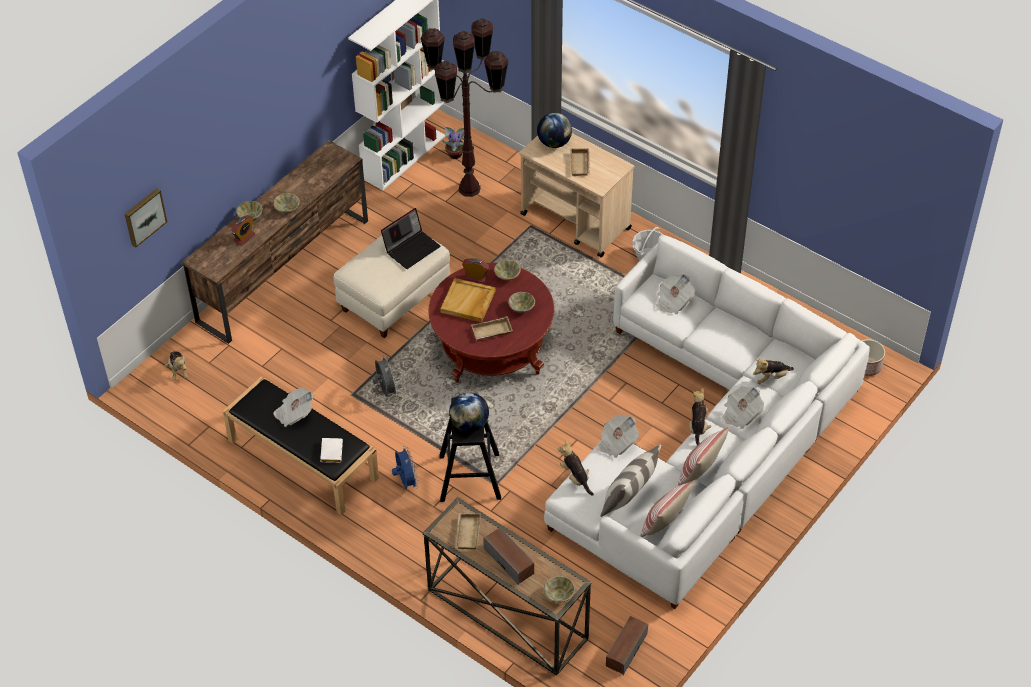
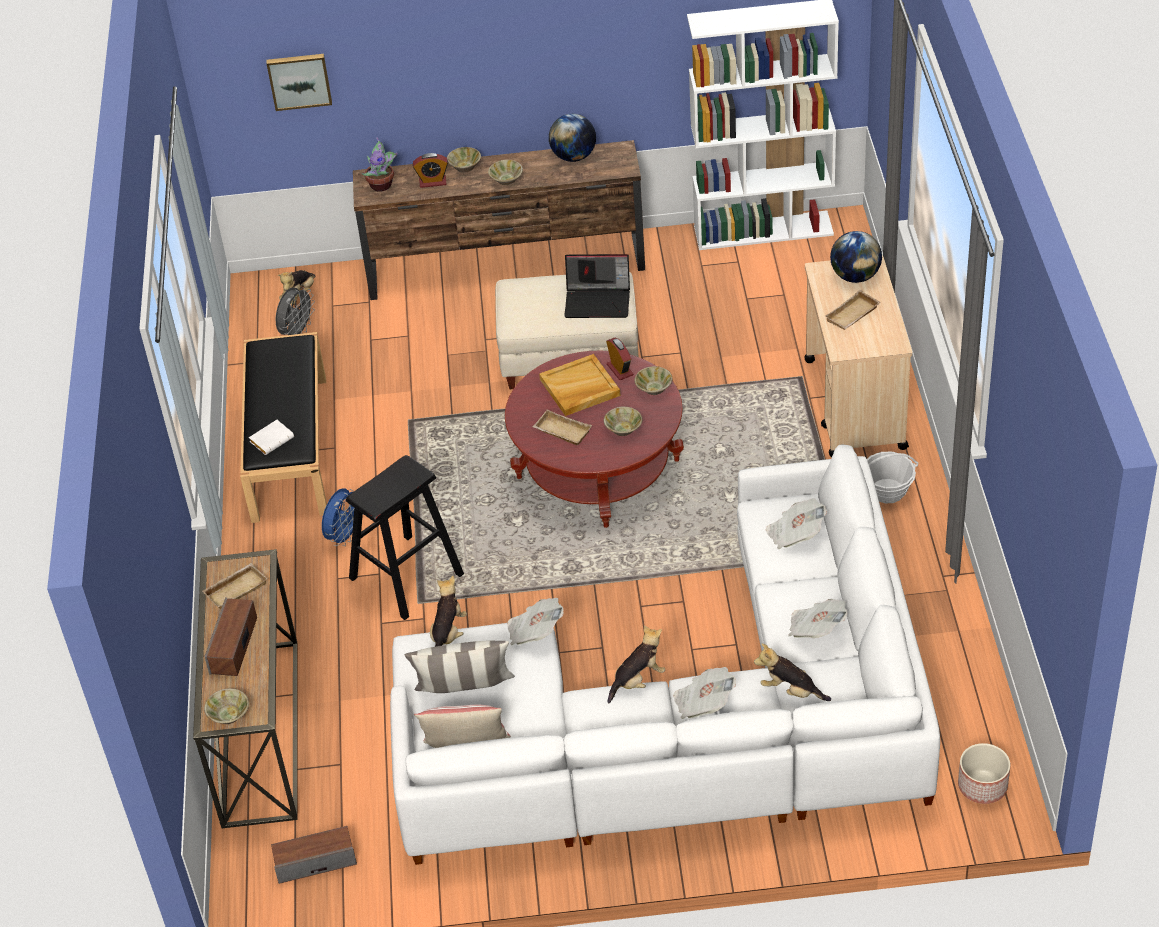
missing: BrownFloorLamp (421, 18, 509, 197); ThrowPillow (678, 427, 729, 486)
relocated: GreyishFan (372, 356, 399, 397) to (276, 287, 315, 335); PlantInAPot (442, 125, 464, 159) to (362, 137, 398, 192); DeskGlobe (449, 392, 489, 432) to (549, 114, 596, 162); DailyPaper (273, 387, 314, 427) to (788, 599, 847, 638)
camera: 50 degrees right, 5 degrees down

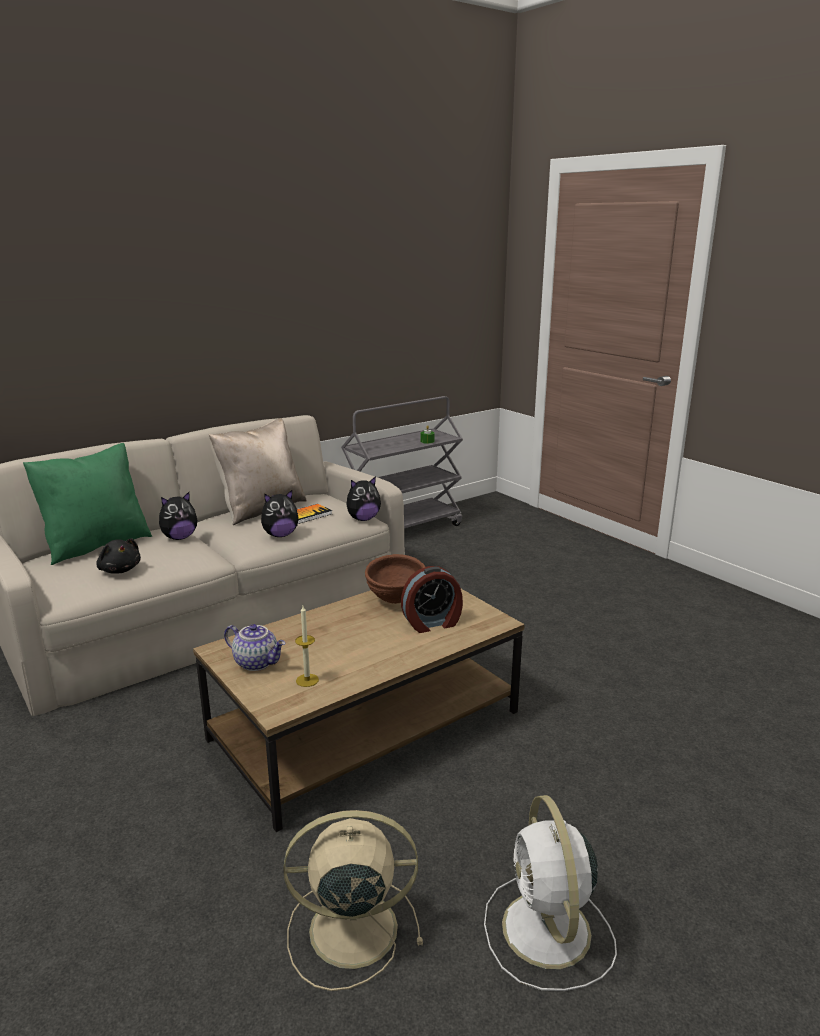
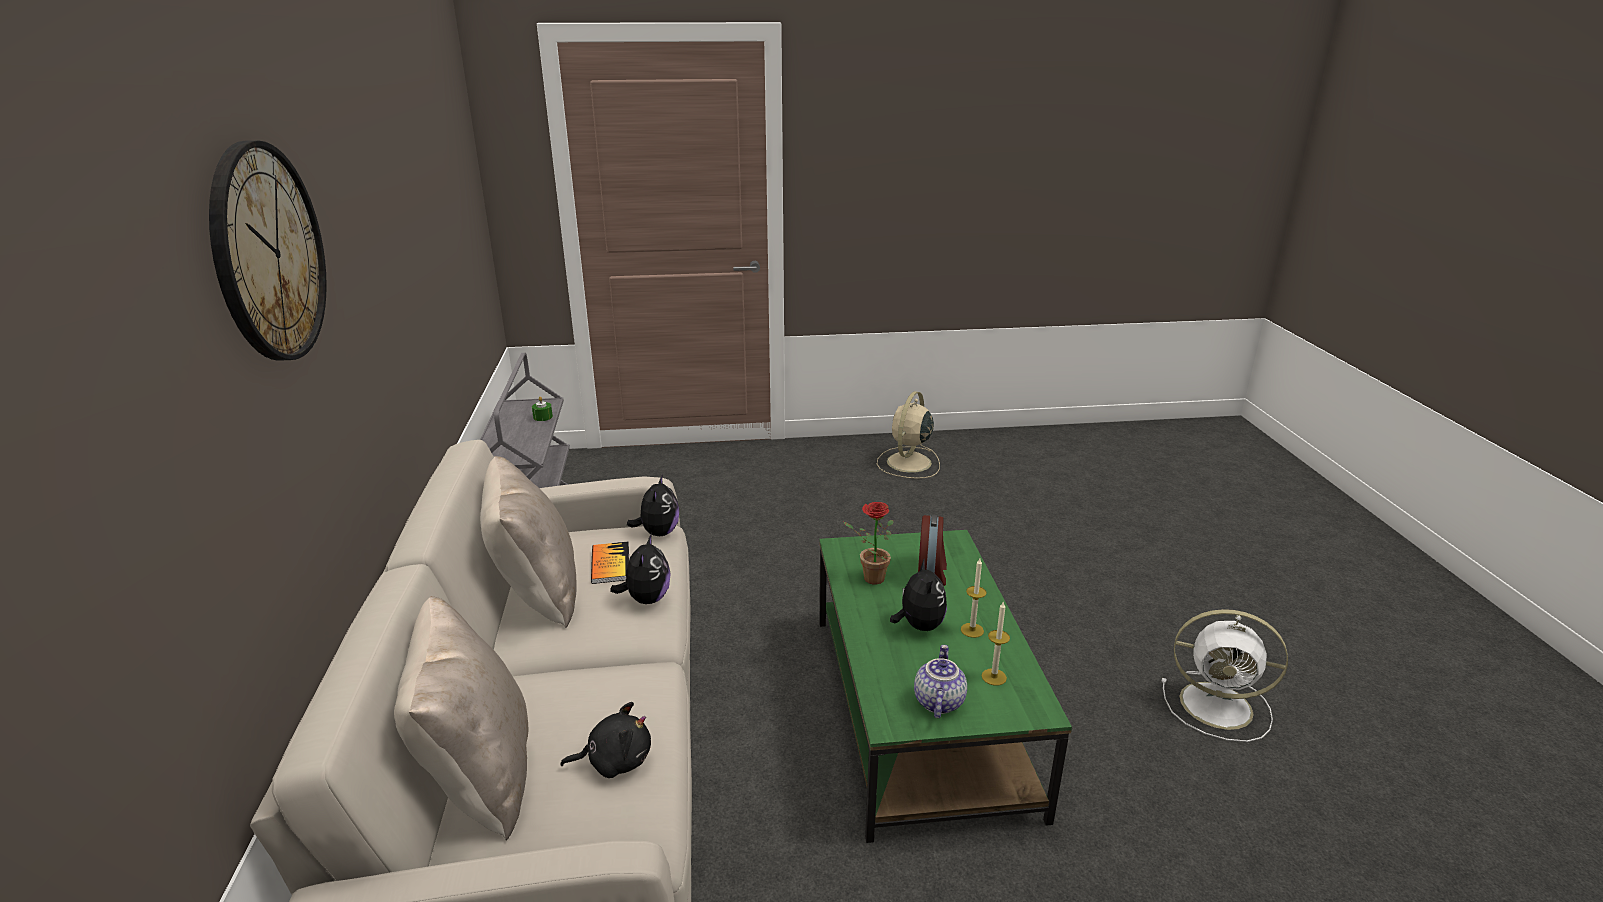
appeared: ClockOnTheWall (209, 140, 327, 361); WaxCandle (961, 559, 987, 638)
relocated: BeigeColouredFan (283, 810, 423, 991) to (877, 391, 940, 479); CuddlyToy (159, 492, 197, 540) to (890, 558, 947, 631)
exchanged: BrownBowl (365, 554, 425, 604) to PlantInAPot (844, 502, 893, 584)
colour: GreenColouredThrowPillow (23, 443, 152, 565) to BeigeColouredThrowPillow (394, 596, 529, 841); BrownLoungeTable (193, 589, 524, 832) to GreenColouredLoungeTable (819, 530, 1072, 843)
spun: PotForTea (224, 624, 285, 671) = (914, 645, 967, 718) 45 degrees counterclockwise
camera: 60 degrees left, 5 degrees up

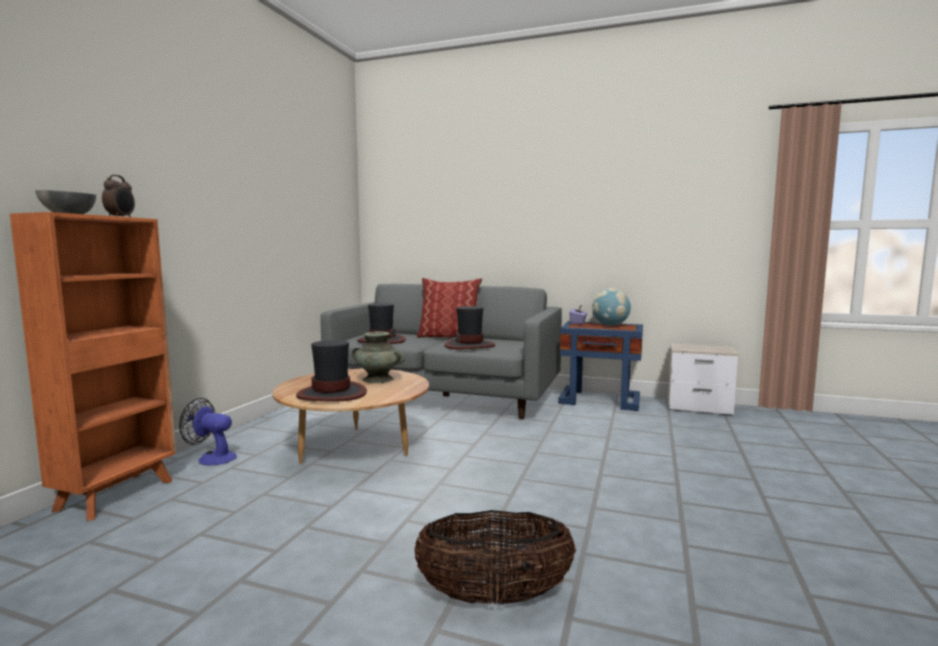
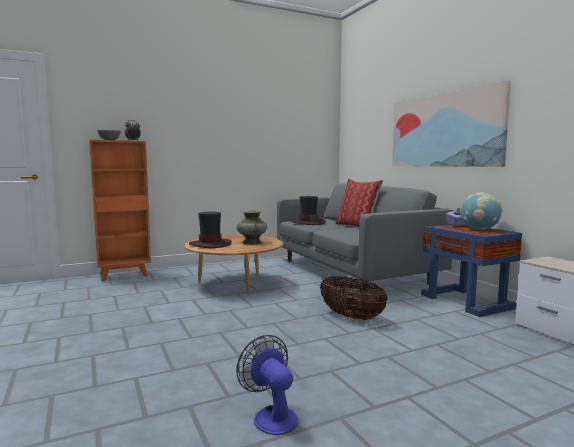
missing: WearableHat (445, 306, 495, 349)
appeared: WallArt (392, 81, 511, 167)
relocated: Fan (179, 398, 237, 465) to (236, 335, 299, 435); HouseholdBasket (414, 510, 576, 605) to (320, 276, 387, 320)
camera: 45 degrees right, 0 degrees up

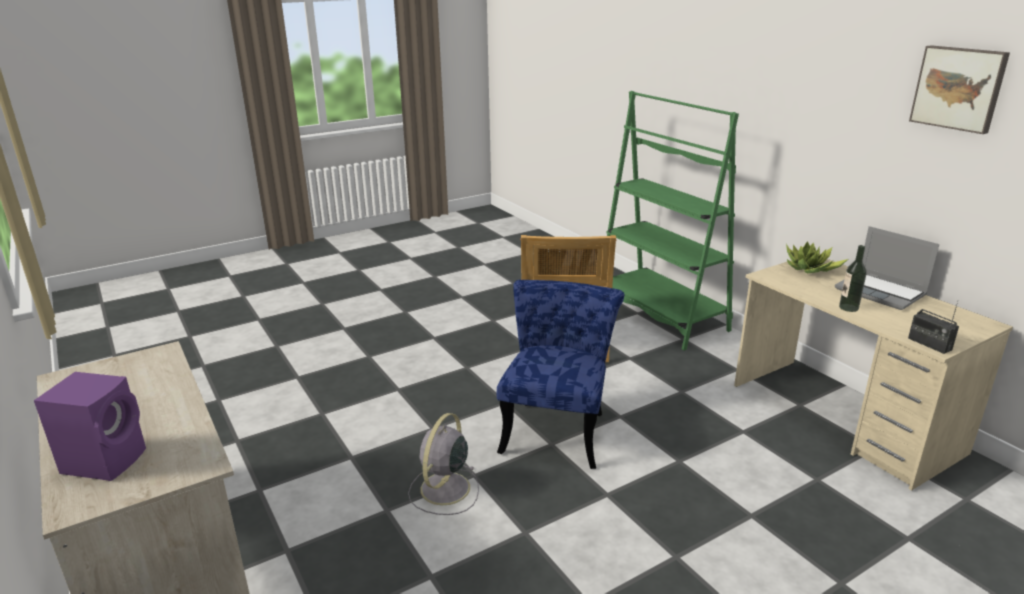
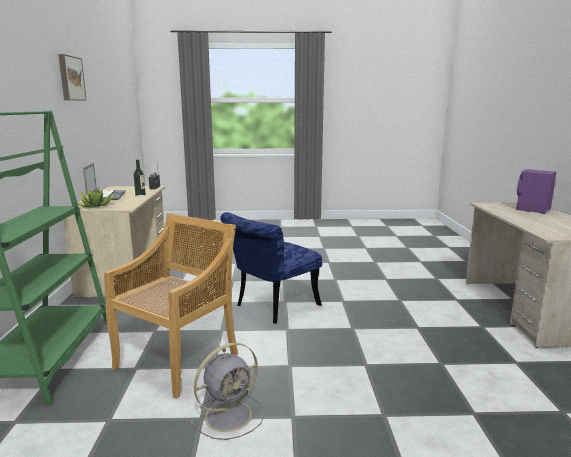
relocated: GreyishFan (408, 413, 479, 515) to (190, 343, 264, 440)
camera: 150 degrees left, 10 degrees down

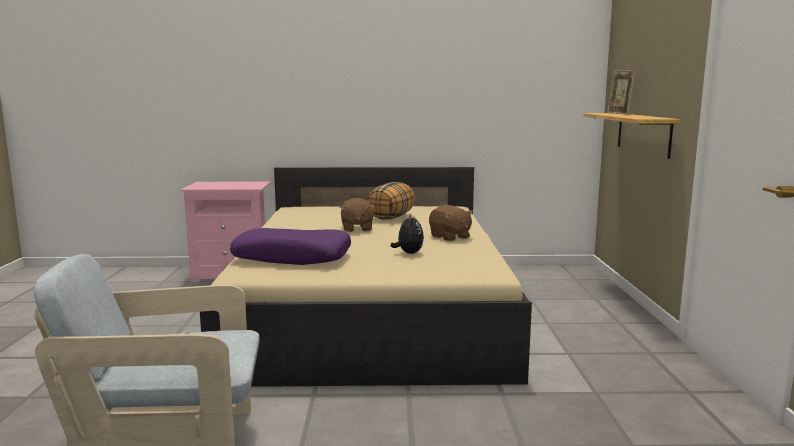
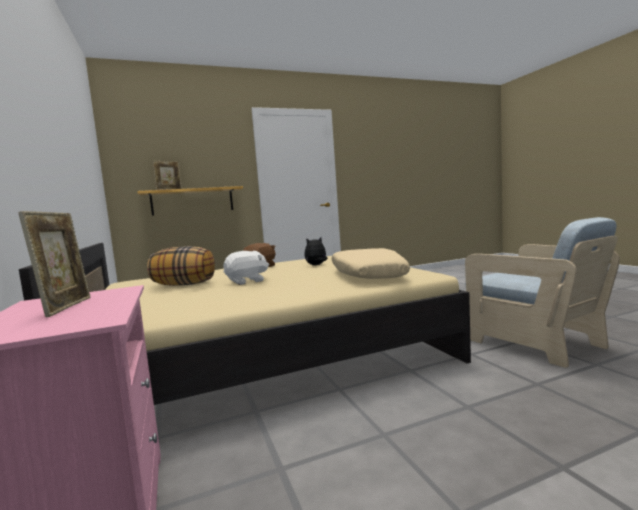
appeared: PictureFrame (18, 211, 90, 317)
colour: BrownCuddlyToy (340, 198, 376, 232) to WhiteCuddlyToy (223, 251, 269, 285); PurplishThrowPillow (230, 228, 351, 265) to BeigeColouredThrowPillow (331, 248, 410, 279)
camera: 110 degrees left, 5 degrees down

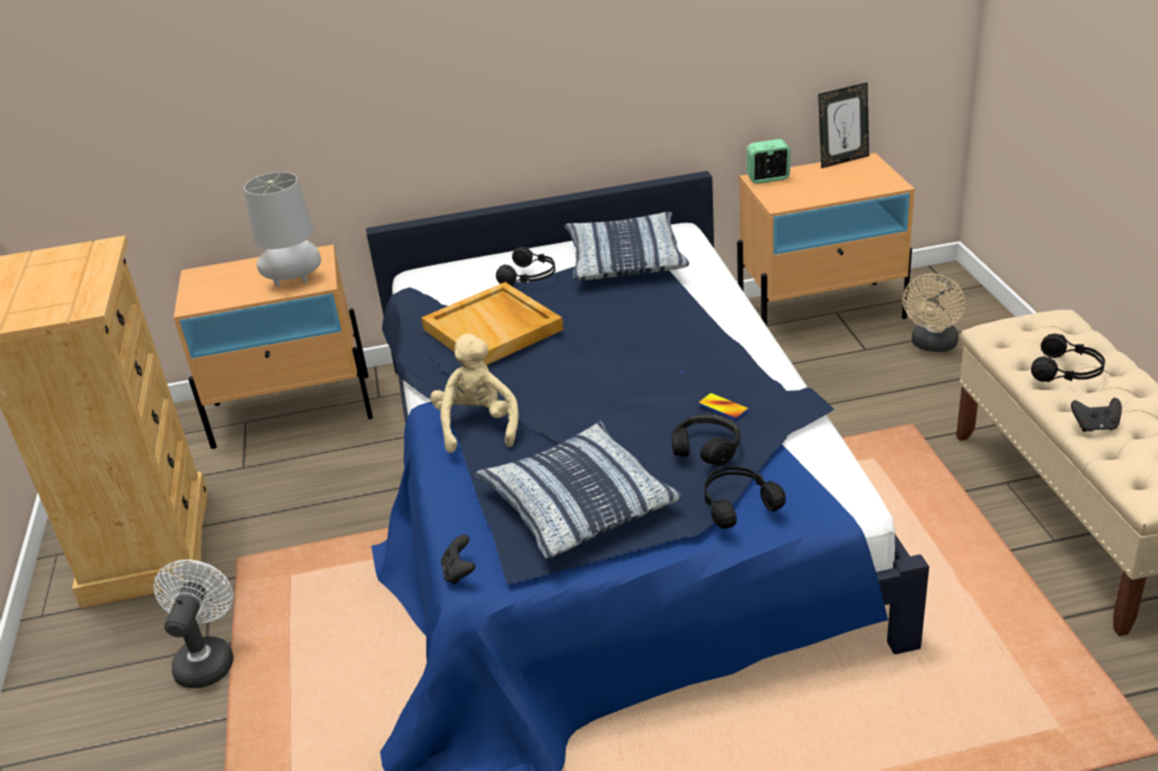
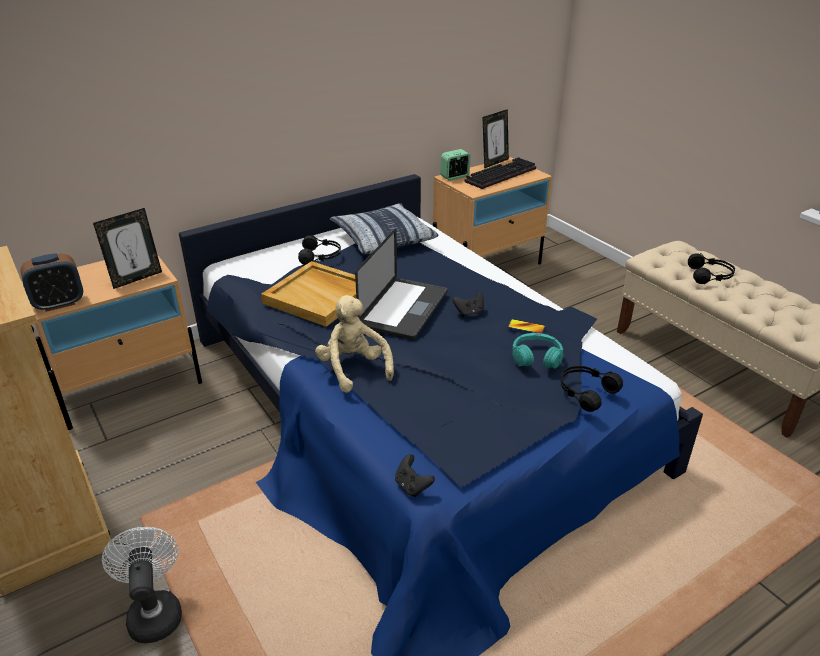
missing: ThrowPillow (474, 421, 682, 559); BeigeColouredFan (903, 273, 965, 352)
appeared: TableClock (20, 253, 83, 312); PortableComputer (355, 229, 448, 339); PcKeyboard (464, 157, 536, 189)
relocated: BlackColouredJoypad (1071, 398, 1122, 432) to (452, 292, 484, 317)
exchanged: GreyishLampForATable (244, 172, 321, 287) to PictureFrame (93, 208, 162, 289)
colour: BlackColouredPairOfHeadphones (671, 414, 740, 466) to TurquoisePairOfHeadphones (512, 333, 563, 368)
camera: 25 degrees left, 0 degrees up

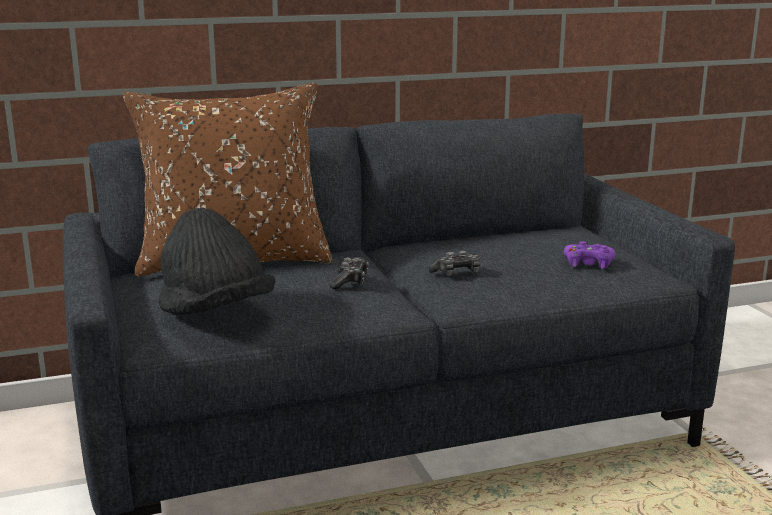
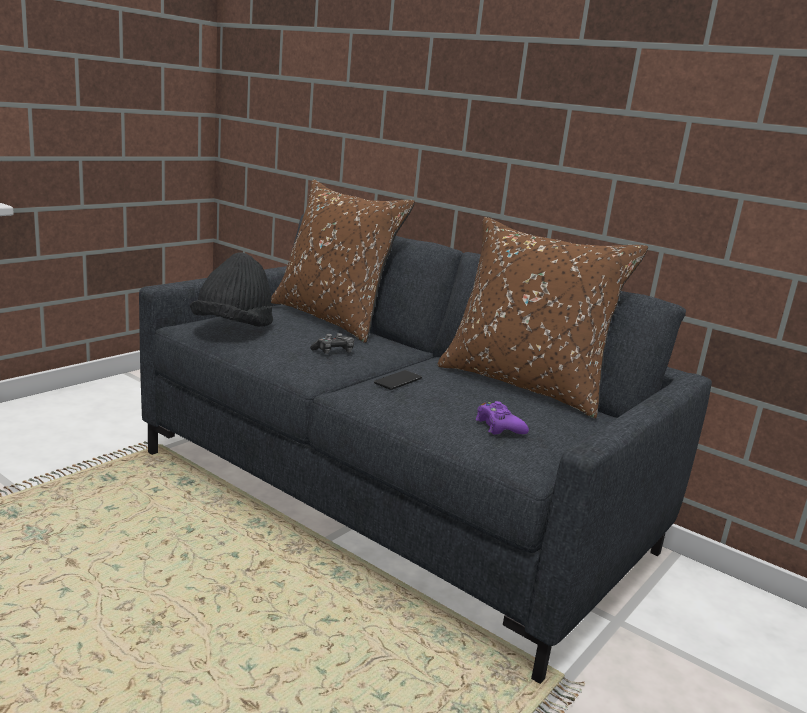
appeared: BrownThrowPillow (437, 217, 648, 418)
exchanged: Joypad (429, 250, 481, 276) to Handset (374, 370, 422, 390)
camera: 55 degrees right, 0 degrees up

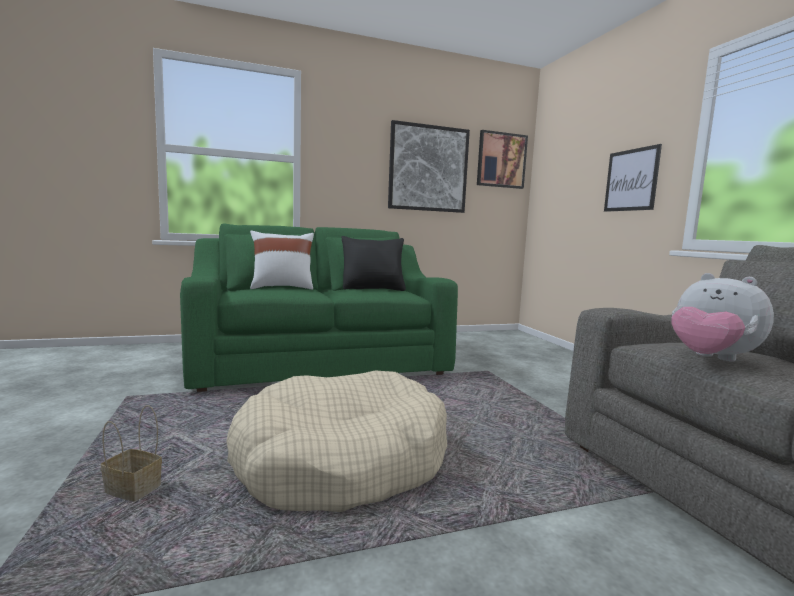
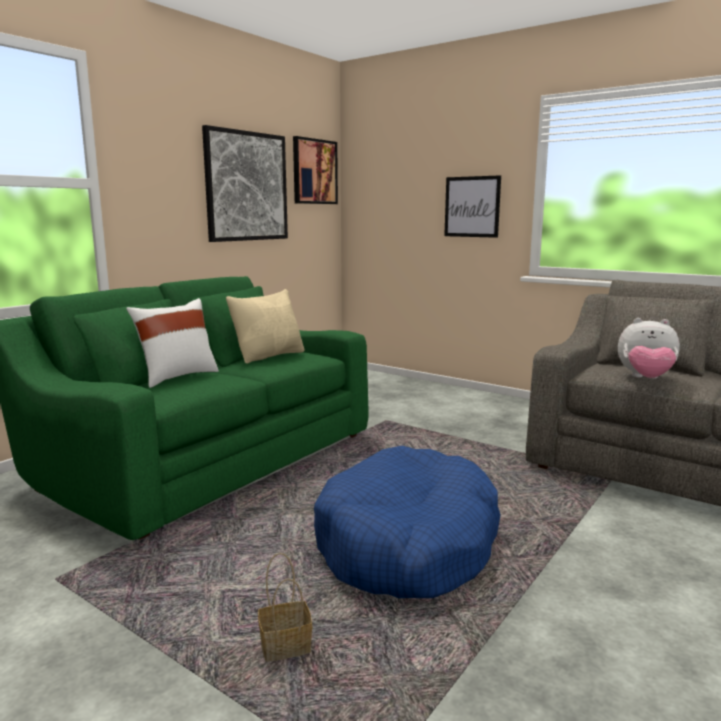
colour: BlackColouredThrowPillow (341, 236, 406, 291) to BeigeColouredThrowPillow (226, 289, 304, 364); BeigeColouredPetBed (226, 370, 447, 512) to BlueColouredPetBed (314, 445, 501, 598)
camera: 35 degrees left, 5 degrees up

